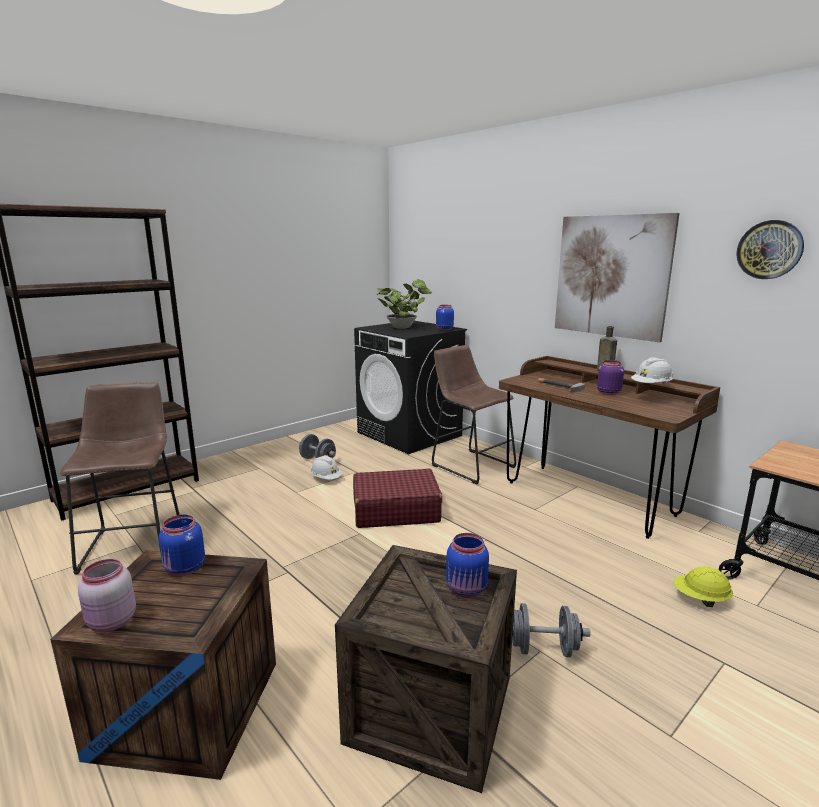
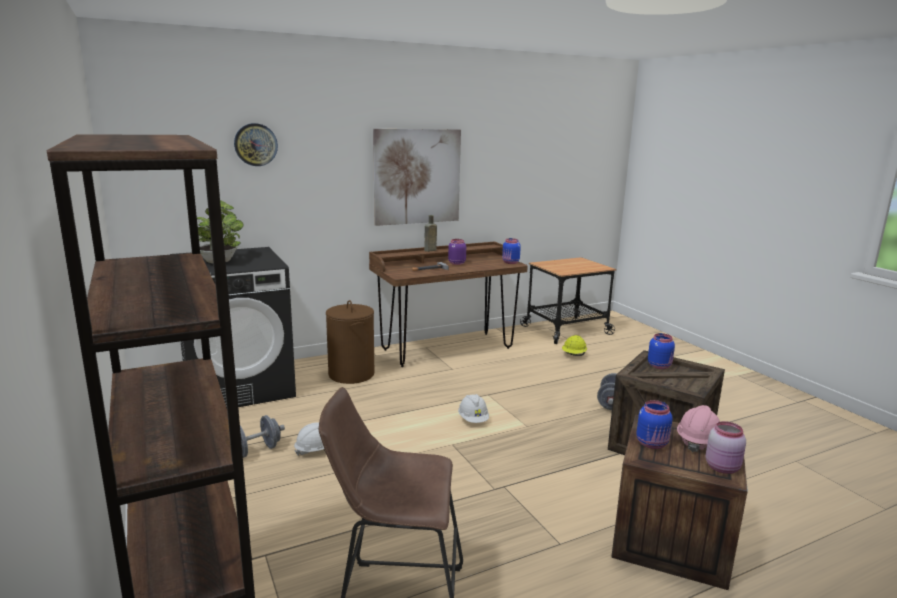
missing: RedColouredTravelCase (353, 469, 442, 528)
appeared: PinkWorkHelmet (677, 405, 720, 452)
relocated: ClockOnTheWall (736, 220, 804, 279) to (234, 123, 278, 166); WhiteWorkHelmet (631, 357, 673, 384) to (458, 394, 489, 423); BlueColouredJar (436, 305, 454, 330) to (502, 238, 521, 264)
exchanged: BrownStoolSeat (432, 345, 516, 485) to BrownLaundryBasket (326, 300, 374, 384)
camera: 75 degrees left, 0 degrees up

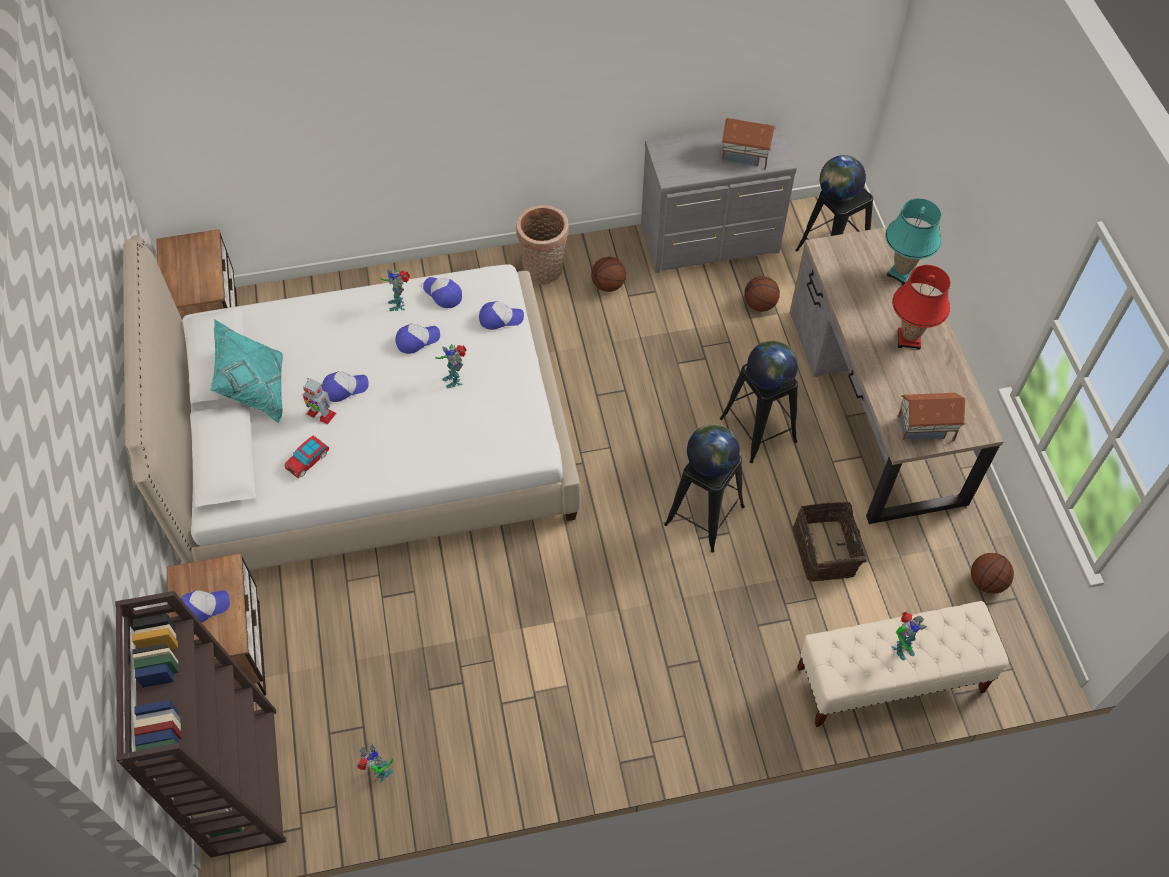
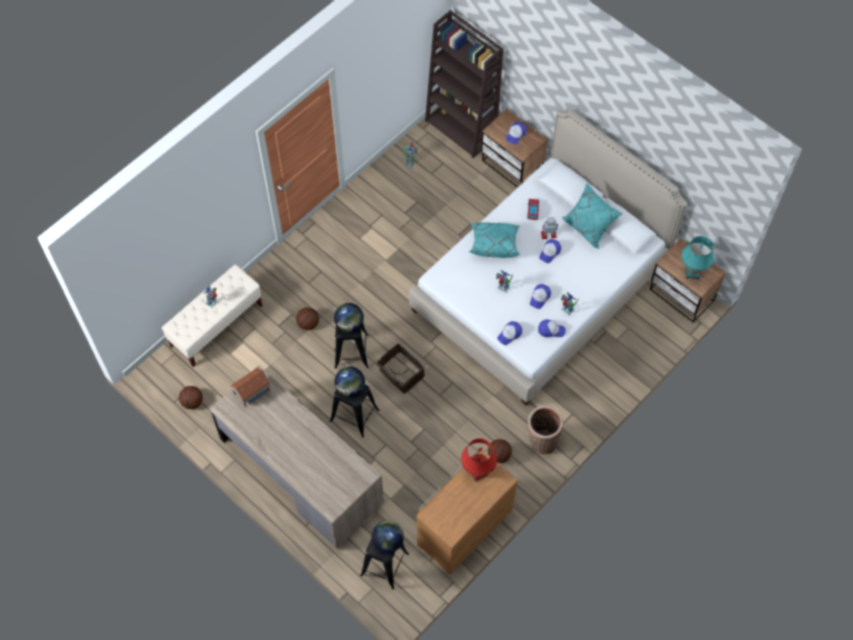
missing: ModelHouse (721, 118, 776, 170)
appeared: TurquoiseThrowPillow (468, 222, 521, 258)
relocated: Basketball (744, 276, 780, 312) to (296, 307, 319, 330); HouseholdBasket (792, 501, 867, 581) to (377, 344, 425, 394); RedColouredLampForATable (892, 265, 950, 350) to (461, 438, 497, 481); TurquoiseLampForATable (885, 198, 941, 285) to (681, 236, 715, 279)
colour: GreyishChestOfDrawers (641, 121, 797, 273) to BrownChestOfDrawers (416, 450, 518, 575)
camera: 145 degrees right, 5 degrees up

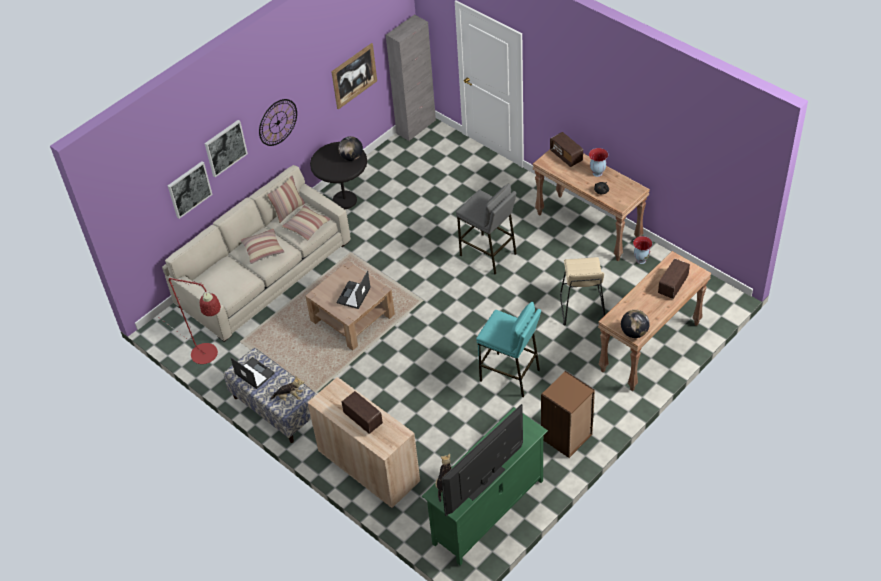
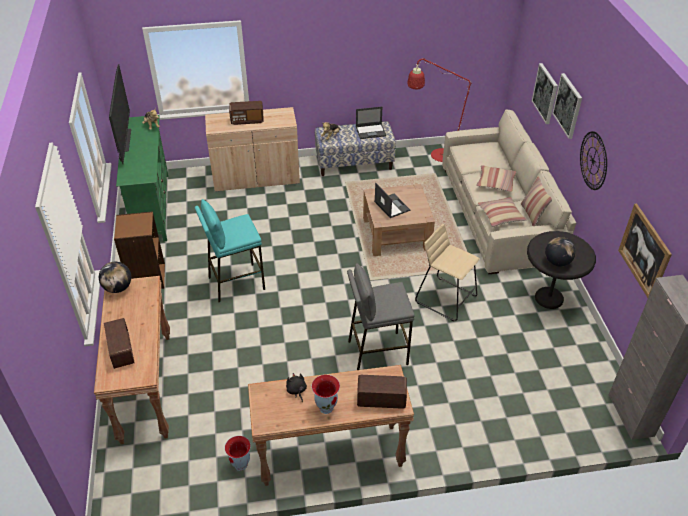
relocated: BeigeColouredStoolSeat (560, 257, 605, 325) to (415, 223, 480, 321)
camera: 125 degrees right, 5 degrees down

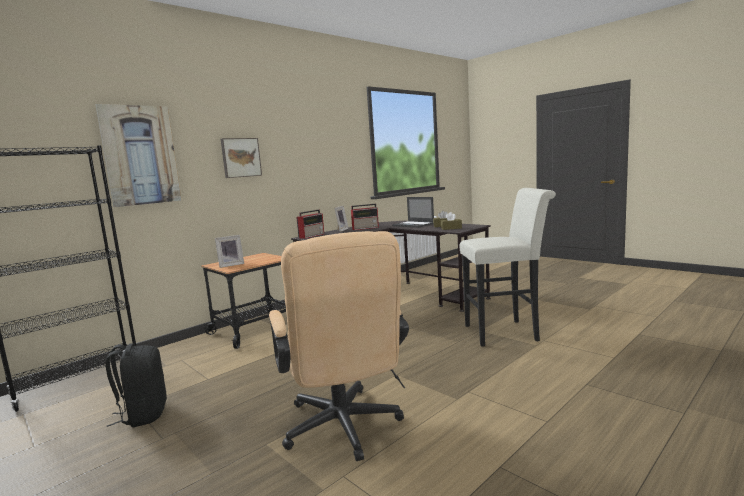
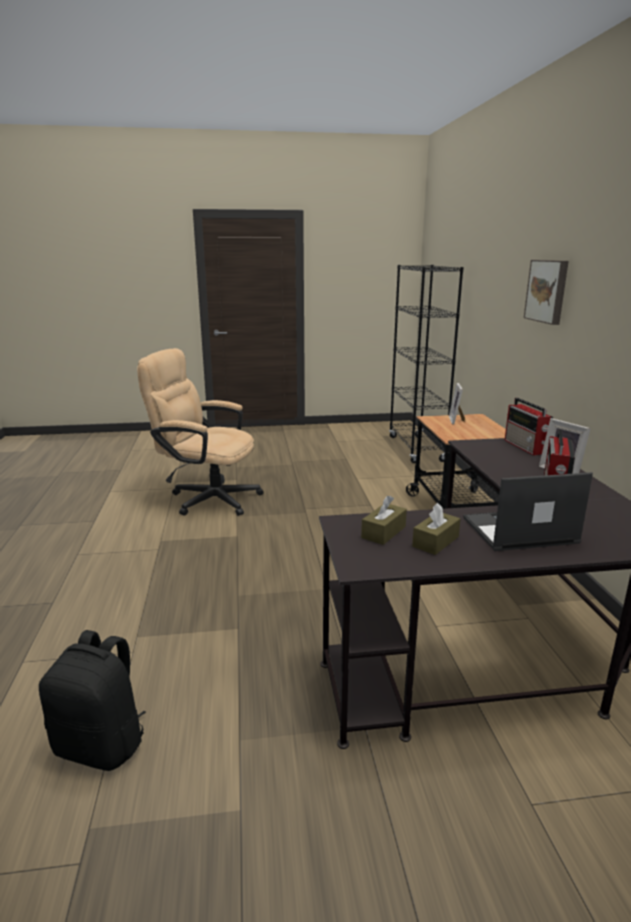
missing: WallArt (95, 104, 182, 207); WhiteStoolSeat (460, 188, 556, 347)
relocated: BlackColouredBackpack (105, 343, 167, 427) to (39, 630, 146, 771)
camera: 125 degrees right, 10 degrees up

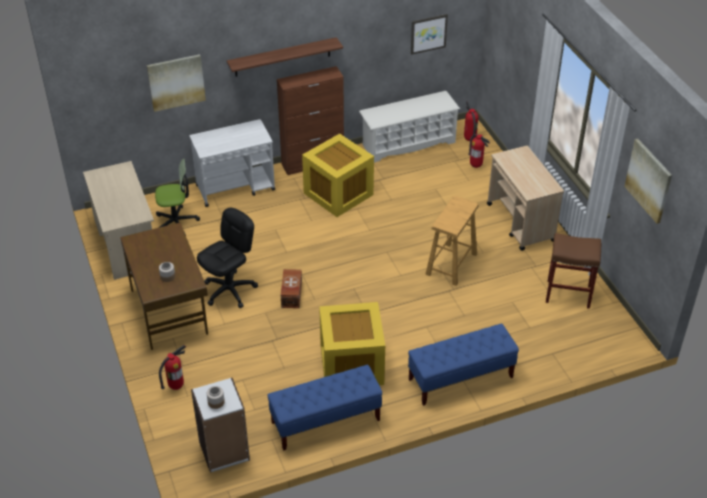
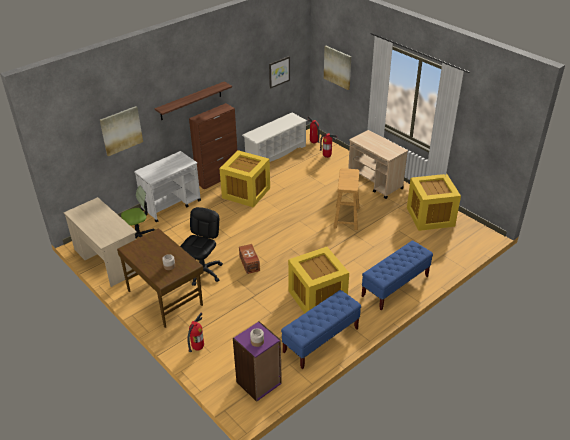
relocated: WallArt (624, 139, 672, 224) to (324, 46, 351, 90)
exchanged: BrownStoolSeat (546, 233, 601, 309) to YellowColouredStorageBox (407, 174, 461, 231)
colour: WhiteBookshelf (191, 378, 250, 473) to PurplishBookshelf (233, 321, 282, 402)
camera: 20 degrees left, 5 degrees down

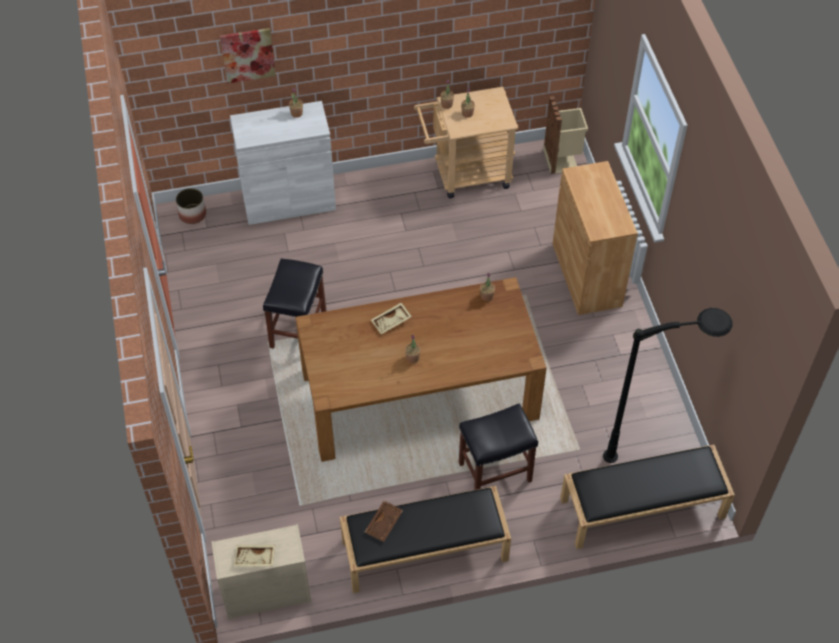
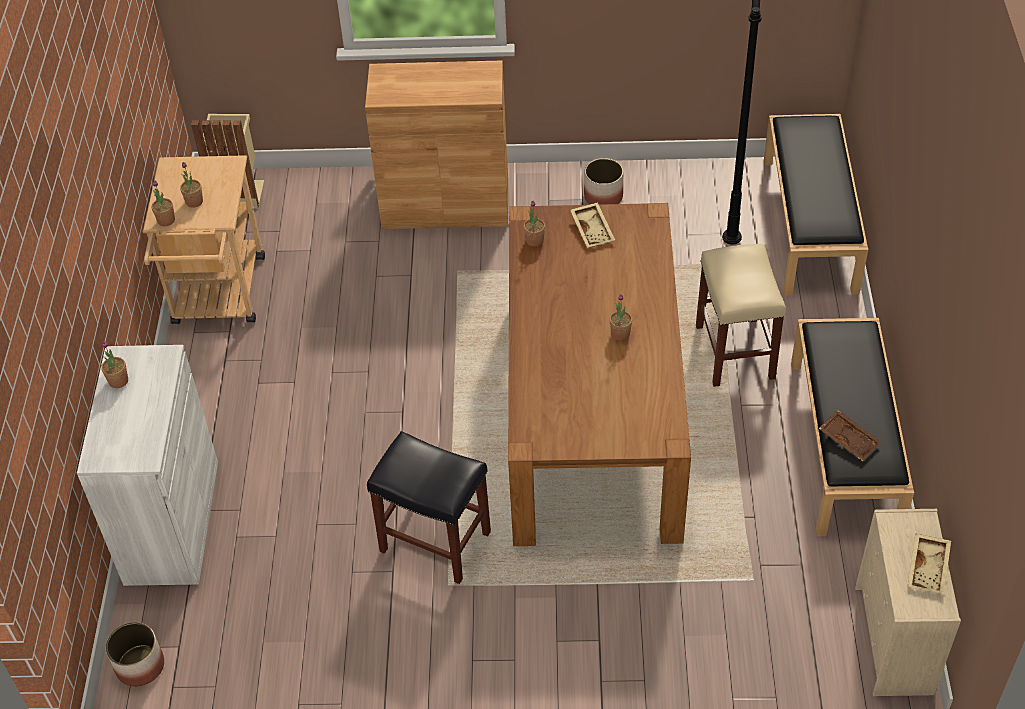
missing: WallArt (220, 28, 276, 83)
appeared: PlantPot (584, 158, 623, 205)
relocated: BeigeColouredServingTray (371, 303, 412, 334) to (570, 202, 615, 248)
colour: BlackColouredStoolSeat (459, 403, 538, 490) to BeigeColouredStoolSeat (696, 244, 786, 387)
camera: 75 degrees left, 5 degrees down

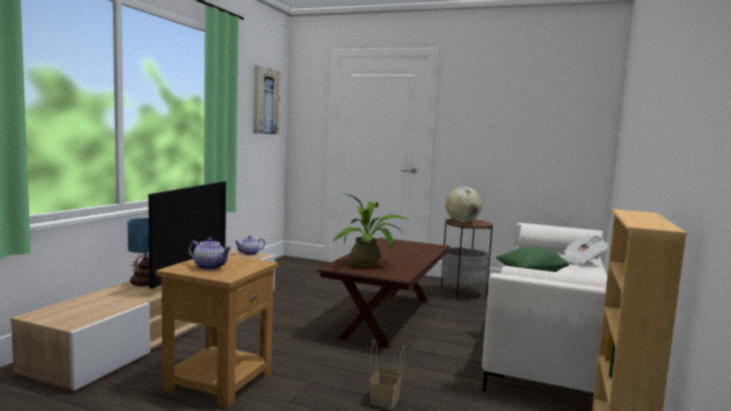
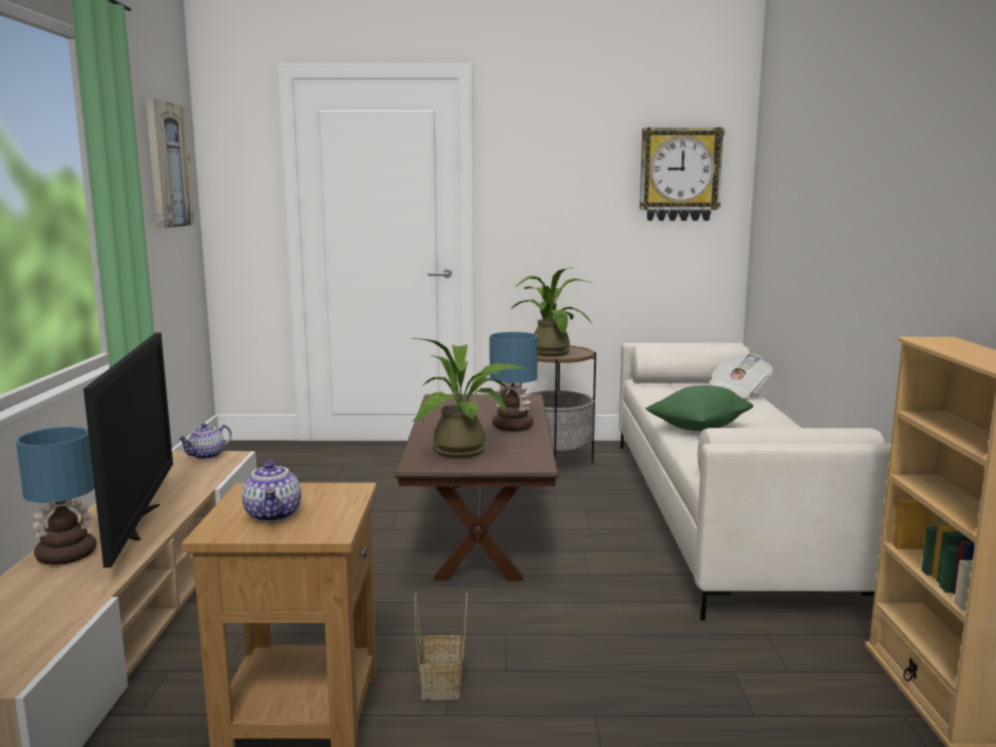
appeared: LampForATable (490, 332, 538, 432); ClockOnTheWall (639, 127, 725, 221)
relocated: HouseholdBasket (370, 340, 405, 409) to (415, 593, 468, 700)
exchanged: DeskGlobe (446, 187, 482, 222) to PlantInAPot (511, 268, 592, 357)
spun: PotForTea (188, 237, 232, 270) = (242, 460, 301, 523) 75 degrees clockwise
camera: 20 degrees left, 5 degrees up

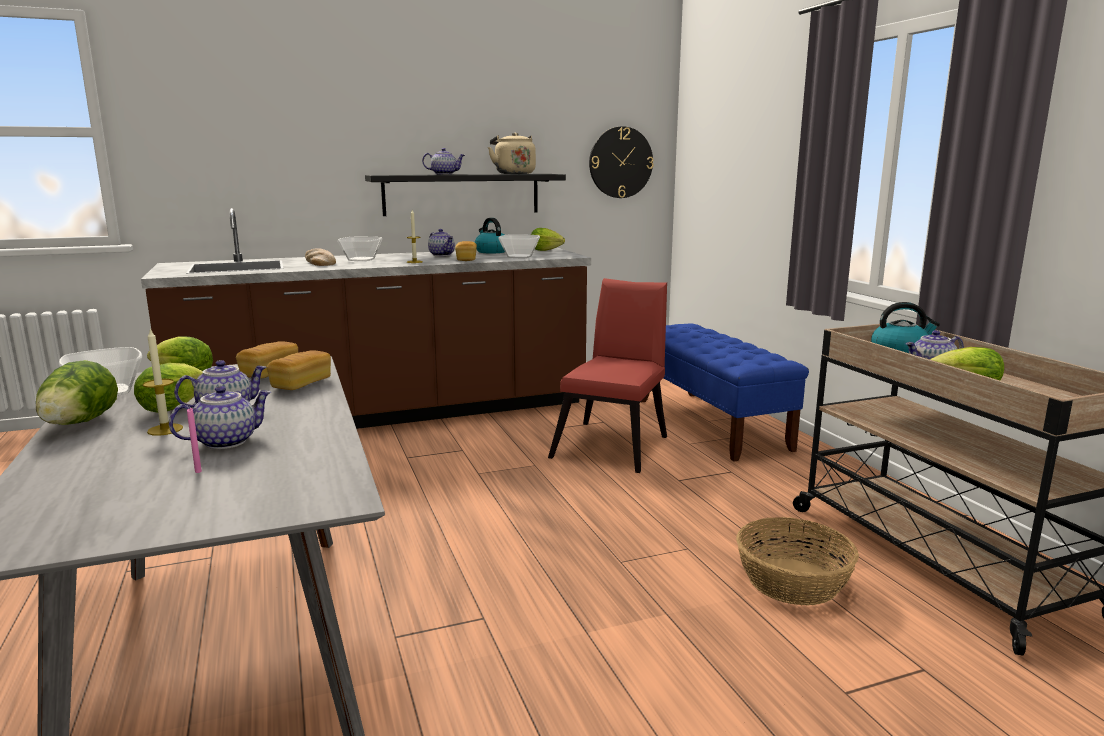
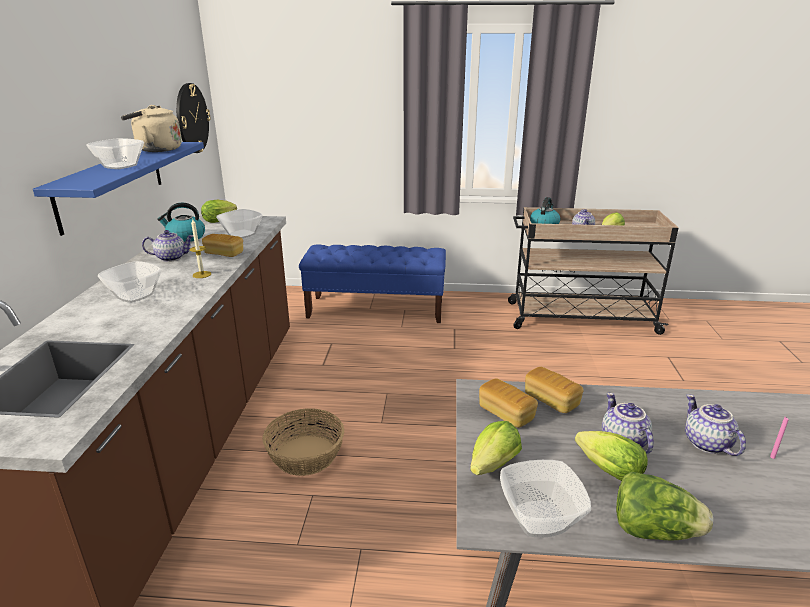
missing: WaxCandle (143, 328, 183, 436); BakeryBread (305, 249, 336, 266); RedColouredUprightChair (548, 278, 667, 473)
relocated: HouseholdBasket (736, 517, 859, 605) to (262, 408, 344, 476)
exchanged: PotForTea (422, 148, 465, 175) to Bowl (87, 138, 144, 169)
colour: BlackColouredBracketShelf (365, 174, 566, 216) to BlueColouredBracketShelf (33, 142, 204, 236)
camera: 65 degrees left, 10 degrees up

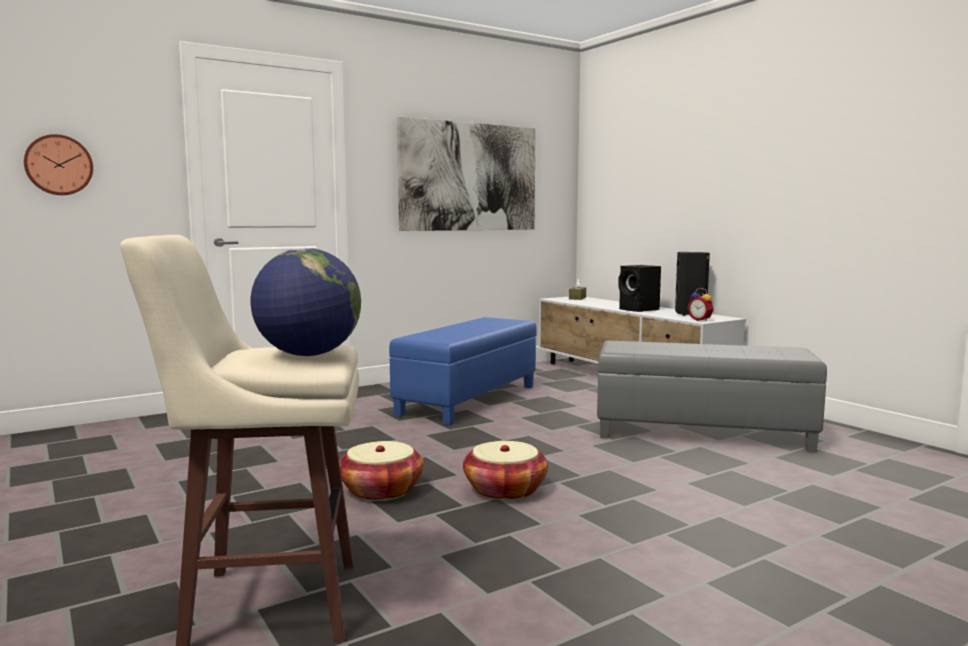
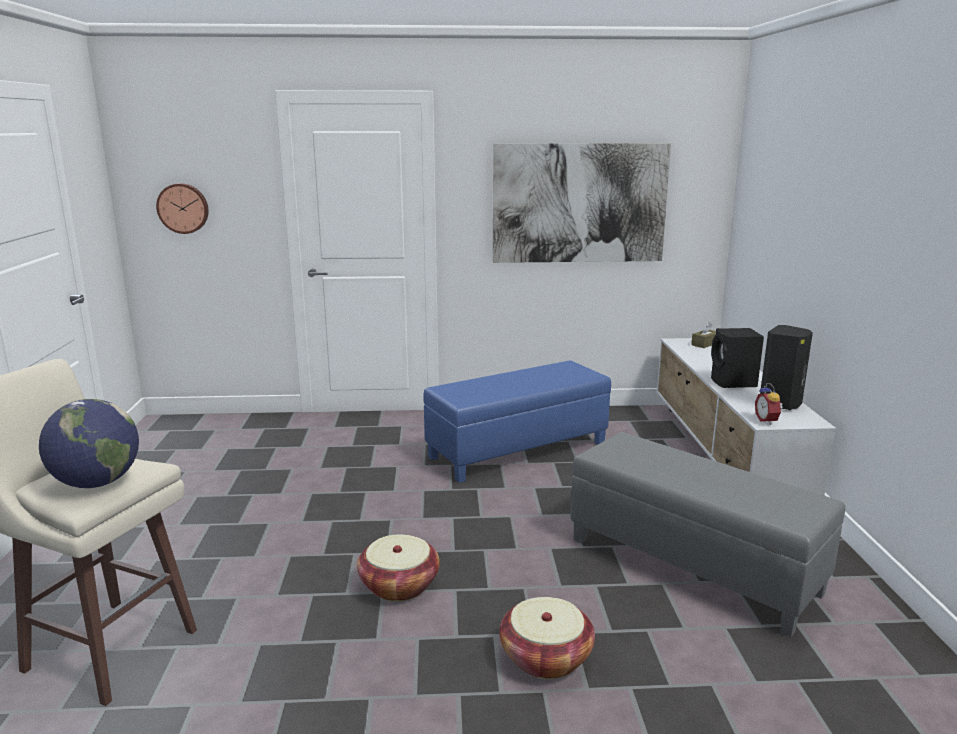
relocated: HouseholdBasket (339, 441, 424, 501) to (499, 597, 595, 679)
camera: 30 degrees right, 10 degrees up

